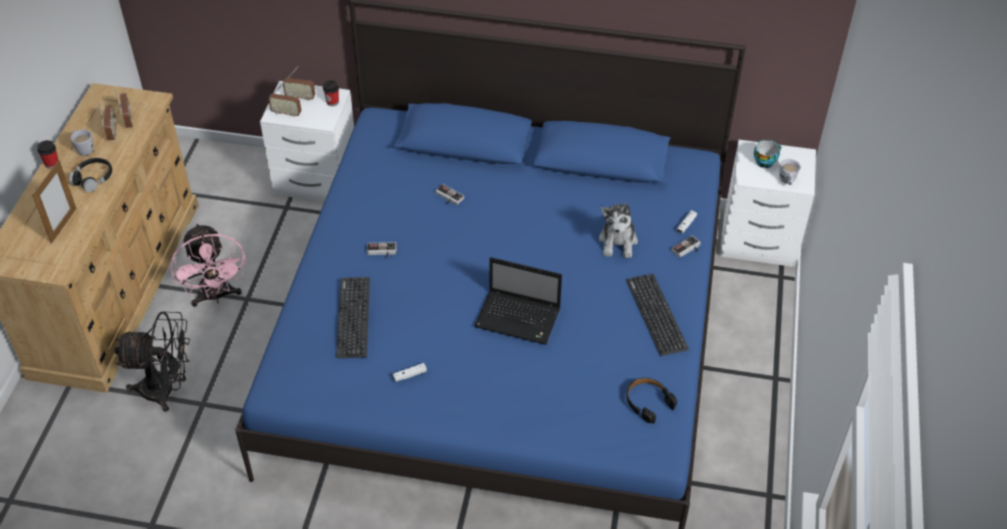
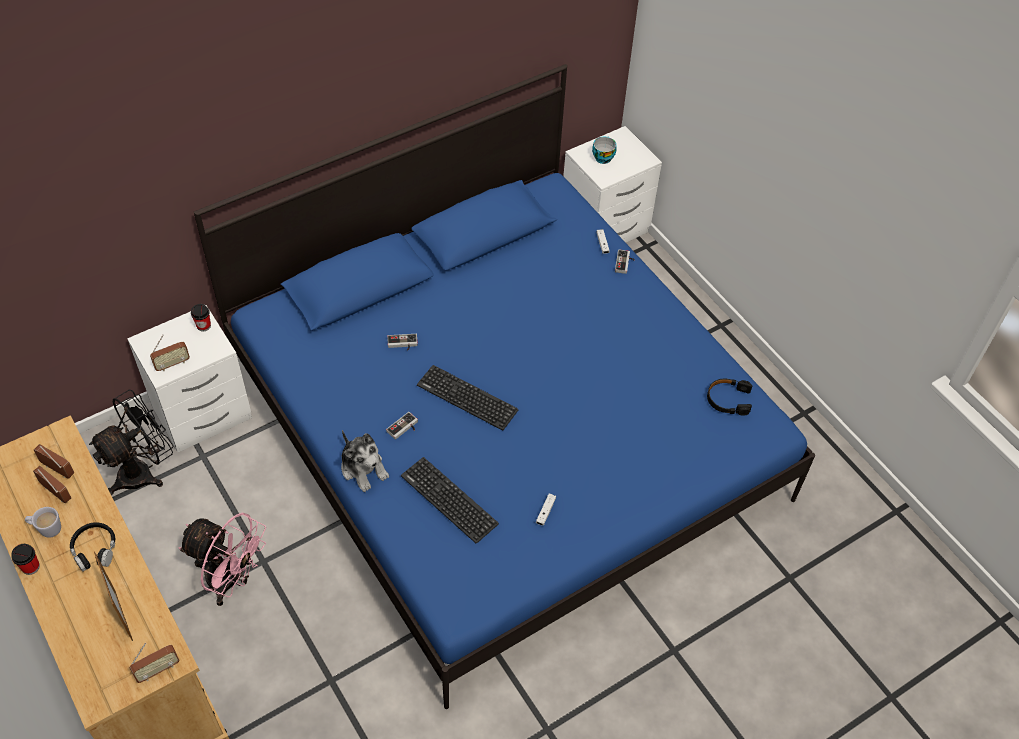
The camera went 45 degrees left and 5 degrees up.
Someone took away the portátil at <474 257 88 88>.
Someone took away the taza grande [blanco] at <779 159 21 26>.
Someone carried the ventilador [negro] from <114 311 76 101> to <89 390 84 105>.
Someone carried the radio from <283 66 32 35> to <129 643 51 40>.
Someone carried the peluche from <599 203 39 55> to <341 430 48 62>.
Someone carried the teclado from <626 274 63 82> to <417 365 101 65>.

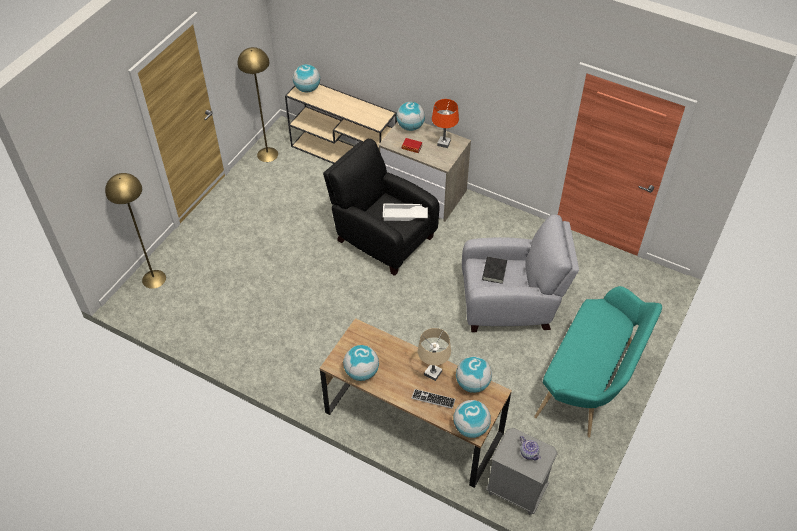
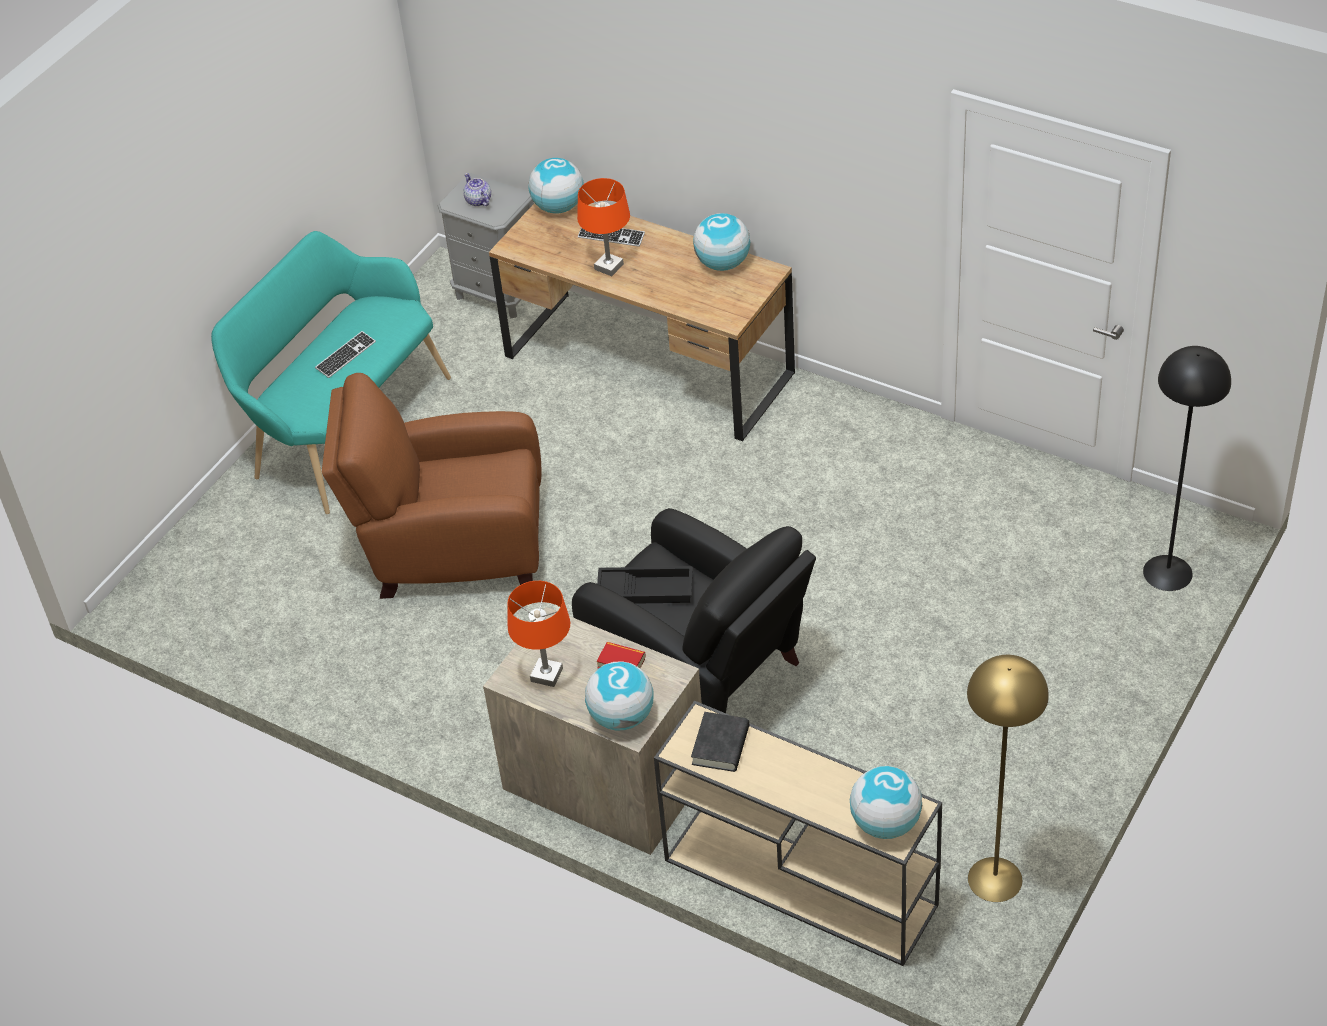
The camera went 175 degrees left and 5 degrees down.
Someone took away the globo terráqueo at <456 356 36 37>.
Someone put down the teclado at <315 331 61 47>.
Someone carried the libro [negro] from <482 257 25 27> to <691 712 58 60>.
Someone repainted the lámpara de pie [amarillo] at <105 173 61 116>, which became the lámpara de pie [negro] at <1143 346 88 245>.
Someone repainted the bandeja [blanco] at <383 203 45 18>, which became the bandeja [negro] at <597 566 96 38>.
Someone repainted the lámpara de mesa [beis] at <418 328 33 53>, which became the lámpara de mesa [naranja] at <577 178 53 98>.
Someone repainted the sillón [gris] at <462 214 117 118>, which became the sillón [marrón] at <322 373 220 226>.

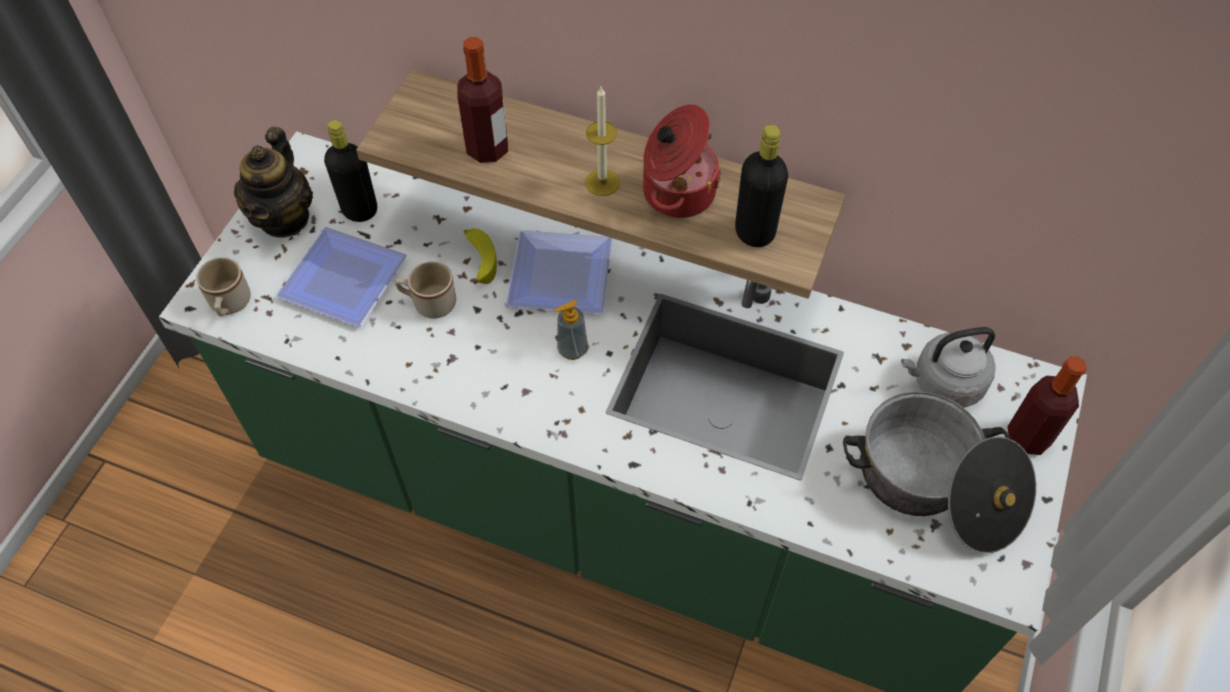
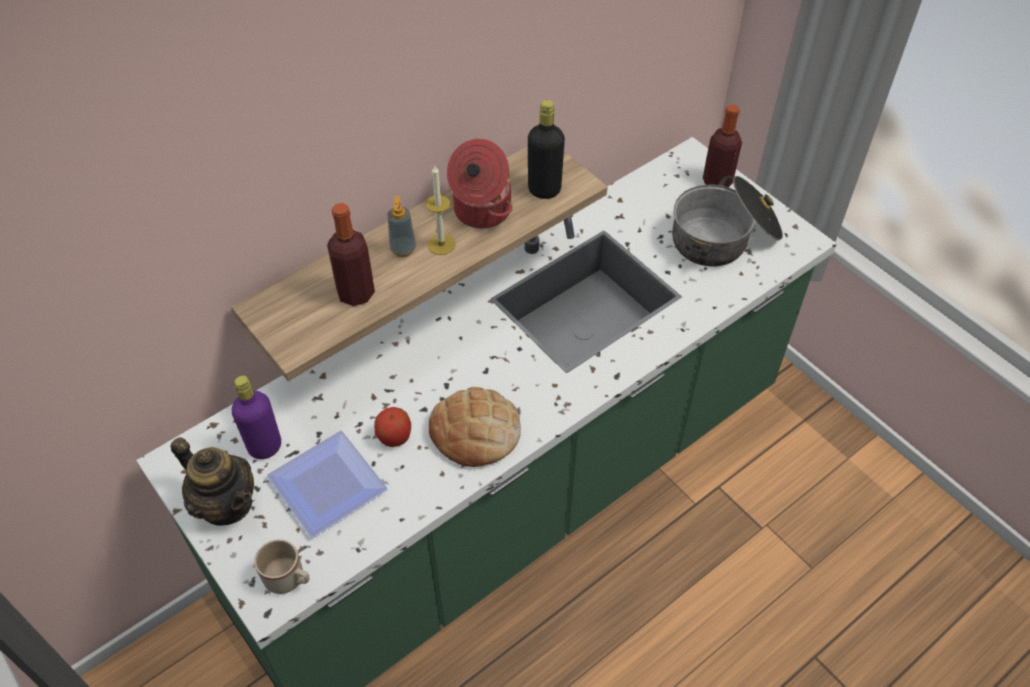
The camera went 60 degrees left and 5 degrees down.
Someone took away the plátano at <464 228 33 57>.
Someone took away the plato at <506 230 106 84>.
Someone took away the hervidor [gris] at <901 327 95 81>.
Someone put down the pan at <429 387 92 80>.
Someone carried the dispensador de jabón from <555 300 33 60> to <387 195 29 62>.
Someone swapped the taza grande [beis] at <395 261 61 57> for the manzana at <374 407 37 40>.
Someone repainted the botella [negro] at <324 120 53 102>, which became the botella [morado] at <232 375 49 84>.

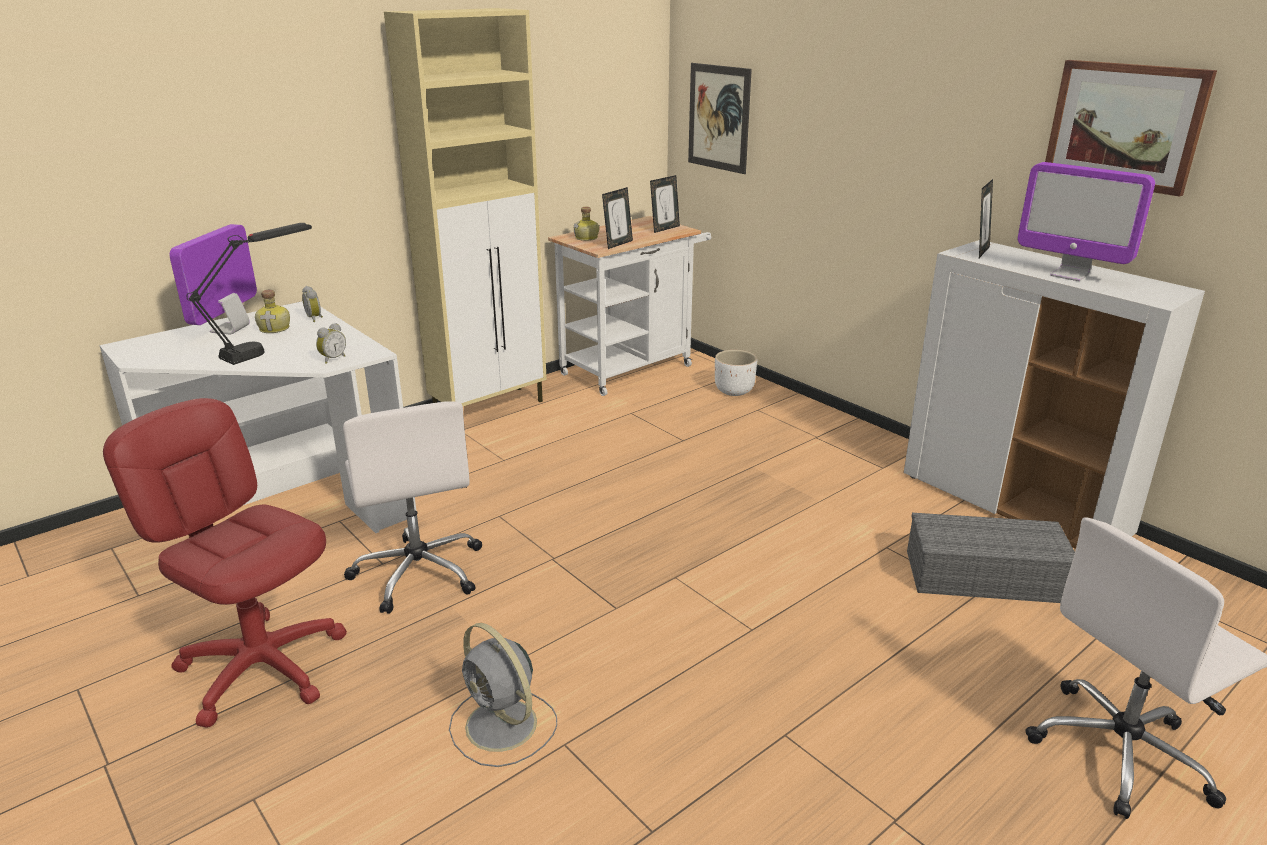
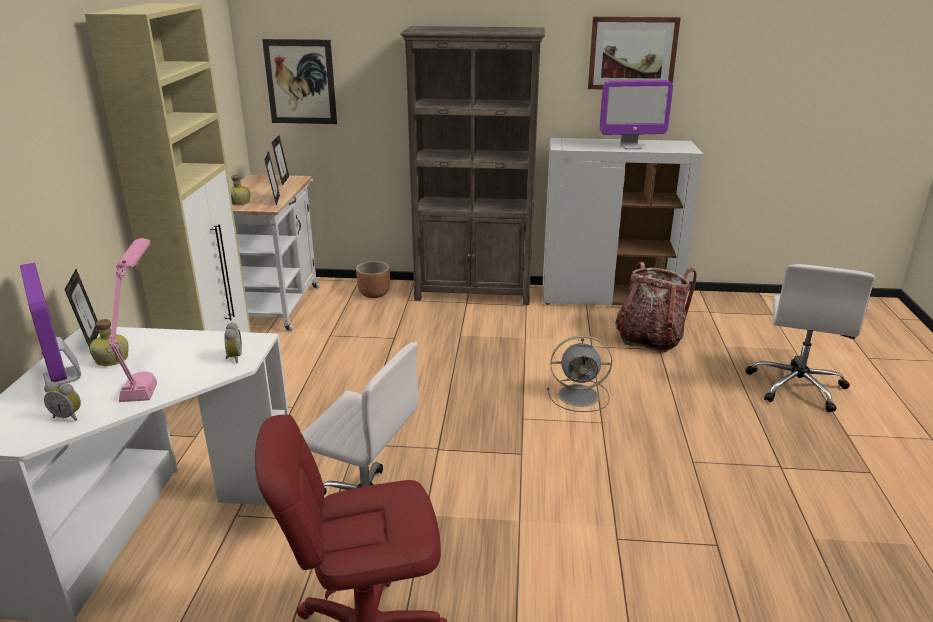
The camera went 45 degrees left and 0 degrees up.
Someone put down the estantería [marrón] at <400 26 145 279>.
Someone carried the despertador from <302 286 21 36> to <44 381 37 40>.
Someone carried the ventilador [gris] from <449 623 108 144> to <547 335 65 77>.
Someone carried the portarretratos from <979 179 14 79> to <64 269 35 78>.
Someone swapped the caja de almacenaje [gris] at <907 513 168 90> for the mochila at <615 262 82 90>.
Someone repainted the lámpara de mesa [negro] at <187 223 125 142>, which became the lámpara de mesa [rosa] at <108 238 49 164>.
Someone repainted the maceta [blanco] at <715 350 42 46>, which became the maceta [marrón] at <356 261 34 37>.

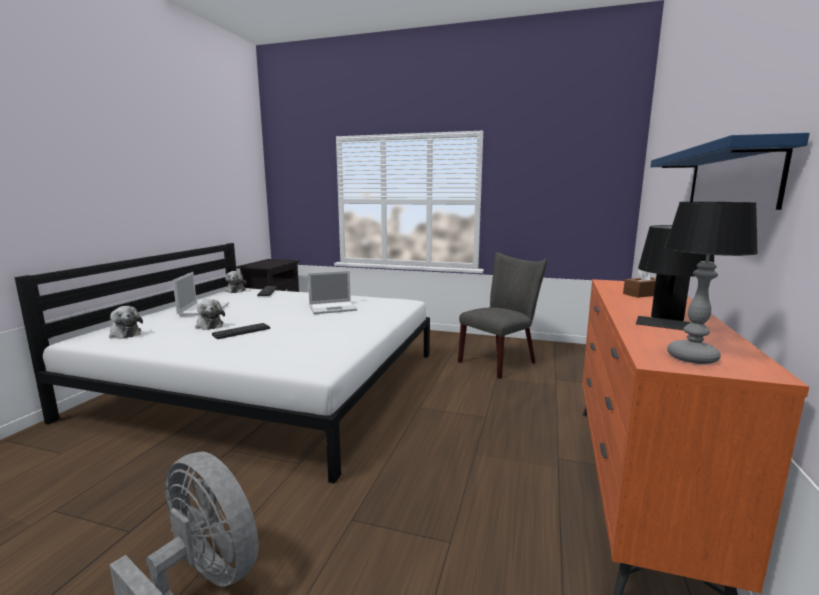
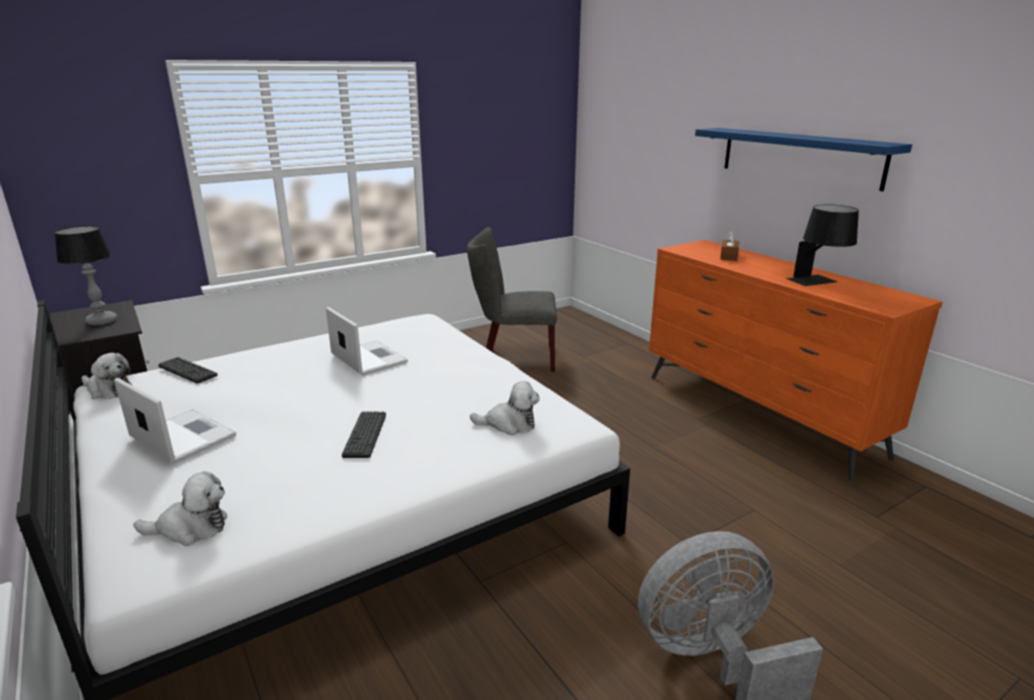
The camera went 50 degrees left and 10 degrees up.
Someone carried the peluche from <195 299 30 31> to <470 381 70 54>.
Someone carried the lámpara de mesa from <665 202 93 162> to <55 226 62 100>.
Someone rotated the portátil at <308 271 49 43> by 60 degrees counterclockwise.
Someone rotated the silla [gris] at <458 252 89 127> by 90 degrees counterclockwise.

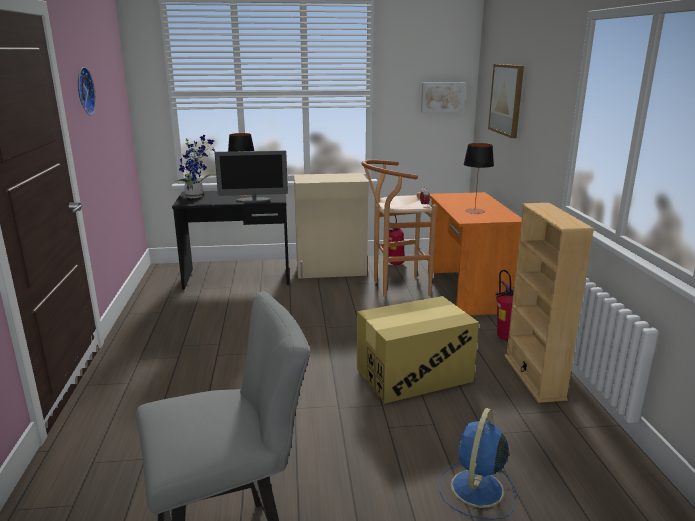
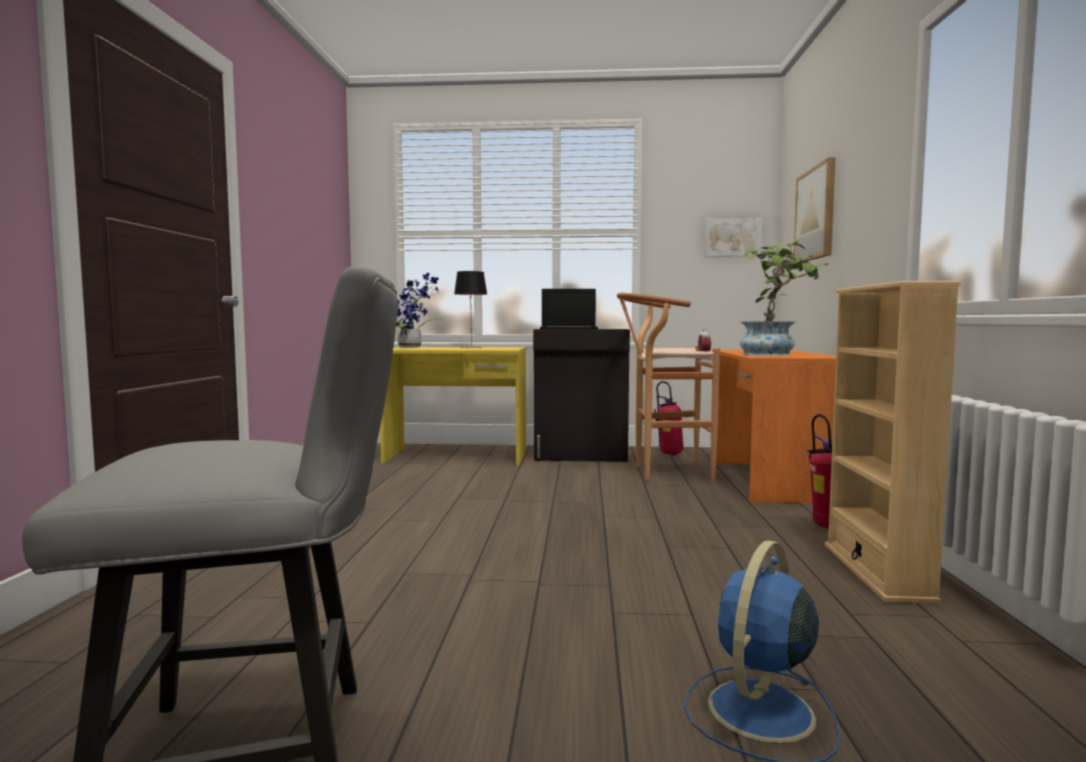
The camera went 10 degrees right and 15 degrees down.
Someone took away the reloj de pared at <78 67 18 48>.
Someone took away the monitor at <215 150 73 53>.
Someone took away the caja de cartón at <357 296 122 108>.
Someone put down the portátil at <540 289 58 40>.
Someone swapped the lámpara de mesa at <464 143 30 71> for the planta en maceta at <740 241 88 115>.
Someone repainted the escritorio [negro] at <172 191 117 99>, which became the escritorio [amarillo] at <380 347 146 118>.
Someone repainted the armario [beis] at <294 173 75 105>, which became the armario [negro] at <533 329 97 133>.

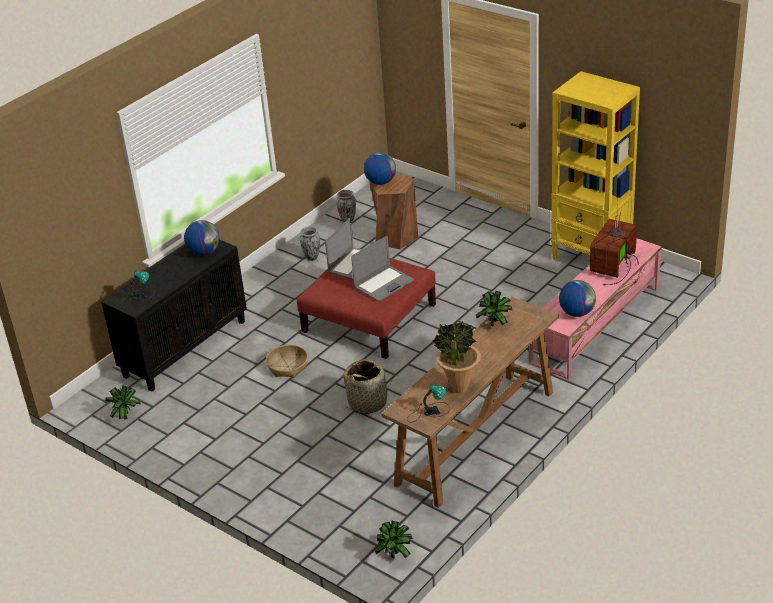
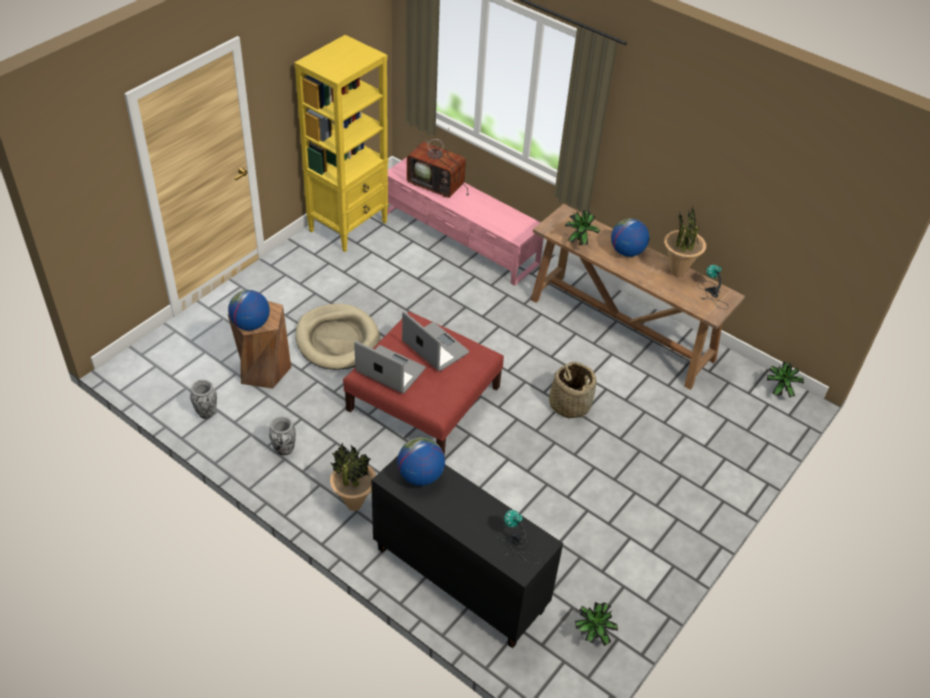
The camera went 95 degrees left and 10 degrees up.
Someone took away the cesta at <266 345 42 33>.
Someone put down the cama para perro [beis] at <295 304 85 66>.
Someone put down the planta en maceta at <330 443 46 68>.
Someone carried the globo terráqueo from <559 280 37 37> to <611 218 39 39>.

